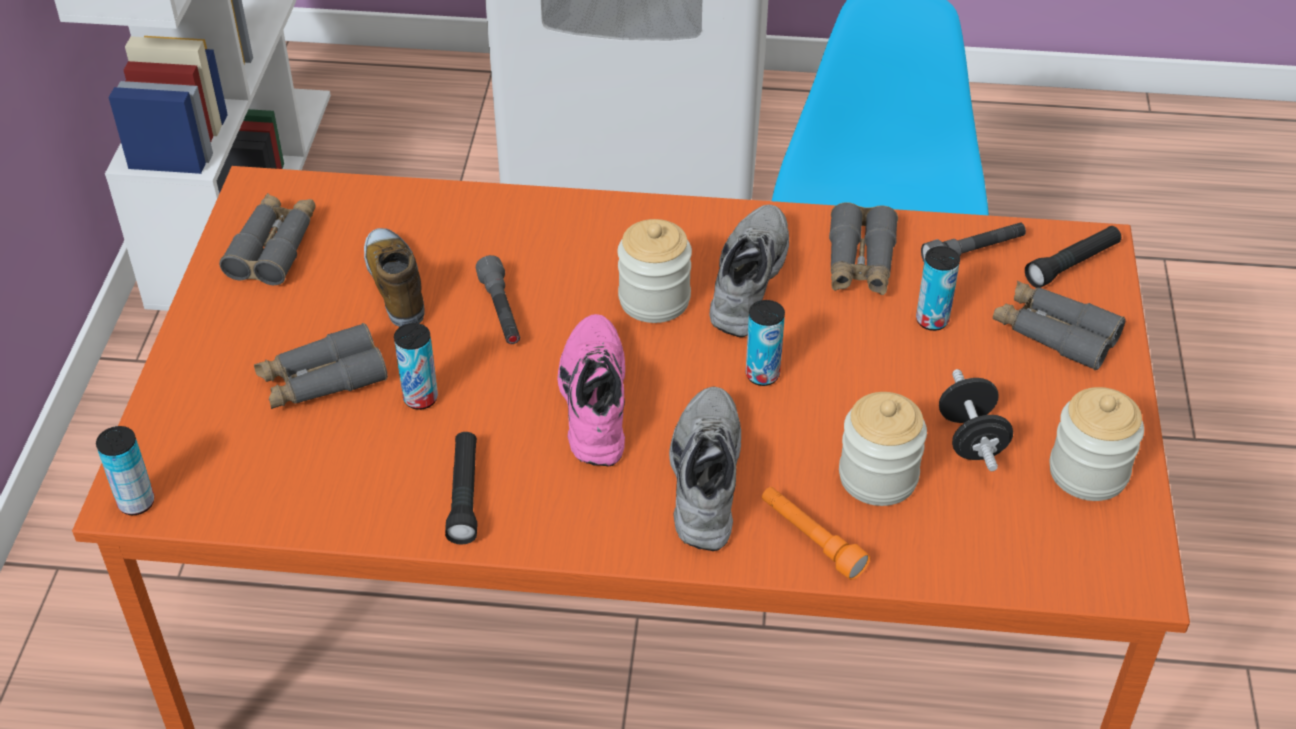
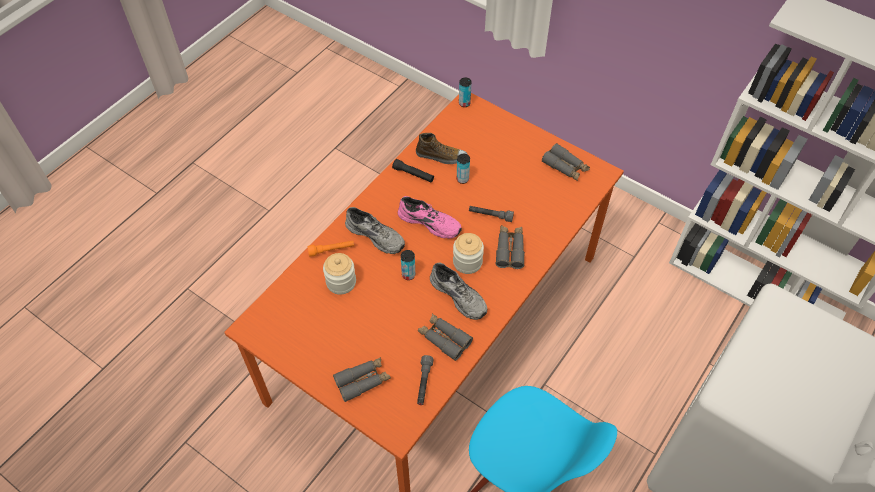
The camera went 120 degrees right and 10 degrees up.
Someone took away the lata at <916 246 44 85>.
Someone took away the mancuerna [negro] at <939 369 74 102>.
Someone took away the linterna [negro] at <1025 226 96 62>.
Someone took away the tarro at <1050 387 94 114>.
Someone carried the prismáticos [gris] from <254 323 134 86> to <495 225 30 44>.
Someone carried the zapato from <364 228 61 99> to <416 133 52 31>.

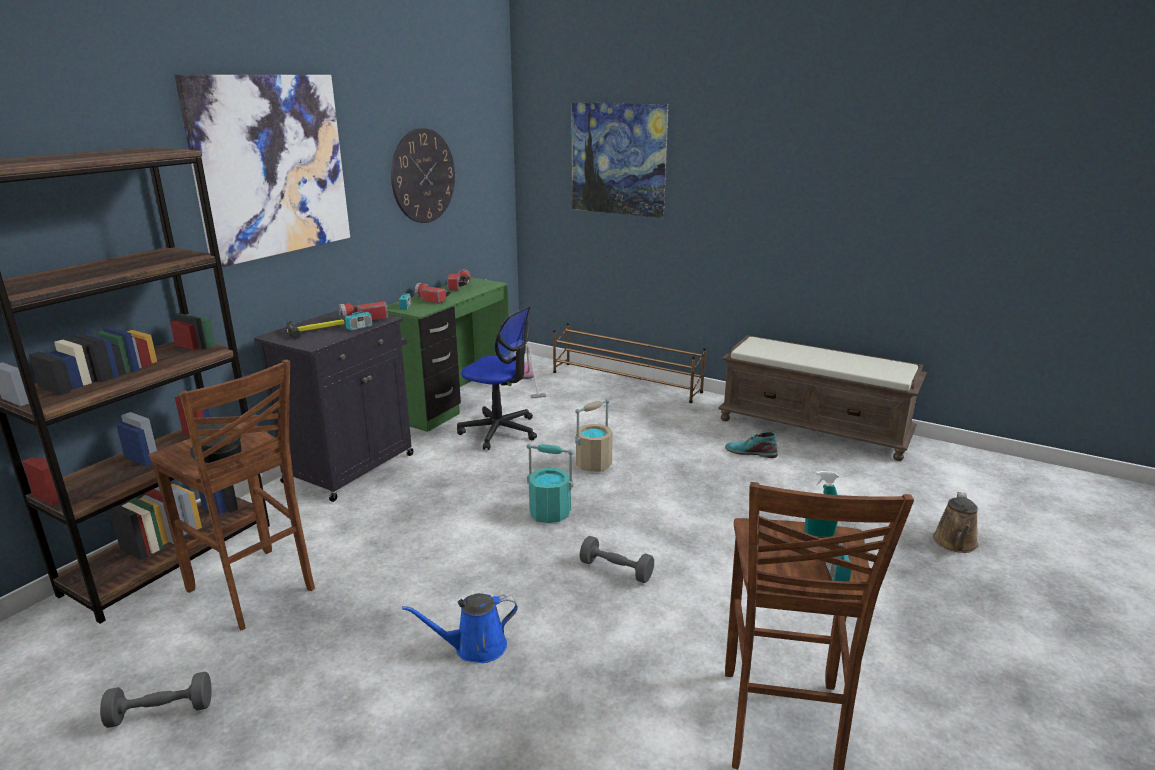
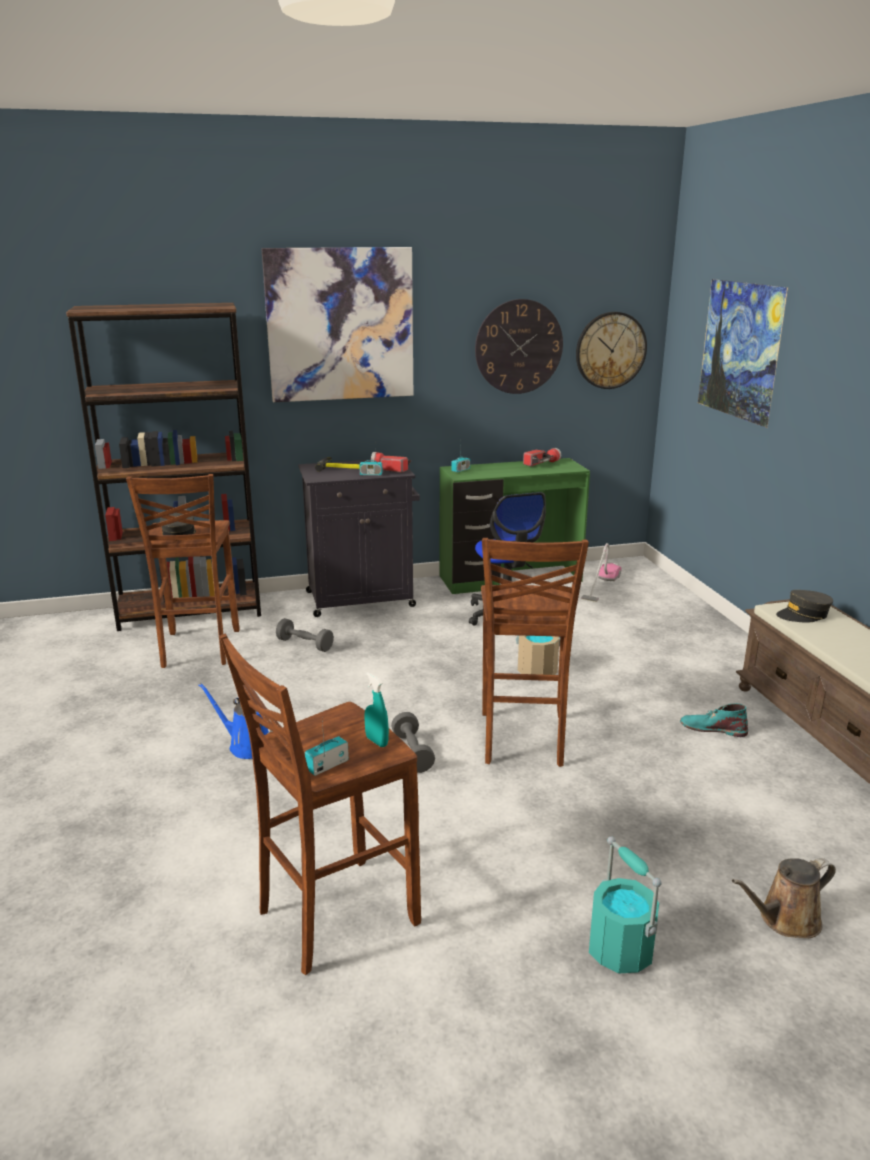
The camera went 45 degrees right and 0 degrees up.
Someone took away the linterna at <415 283 36 20>.
Someone took away the zapatero [marrón] at <553 323 153 80>.
Someone put down the taburete [marrón] at <481 538 108 229>.
Someone put up the reloj de pared at <576 312 71 77>.
Someone put down the gorra [gris] at <776 590 57 33>.
Someone carried the mancuerna [gris] from <100 671 112 57> to <276 618 58 34>.
Someone carried the cubo [turquesa] from <526 444 48 79> to <589 836 73 137>.
Someone rotated the bota [turquesa] at <725 432 53 26> by 45 degrees counterclockwise.

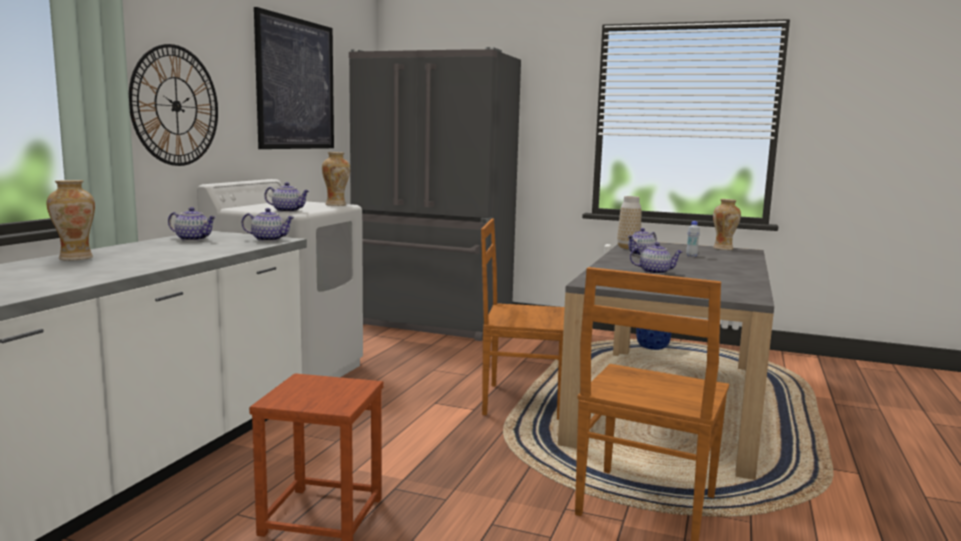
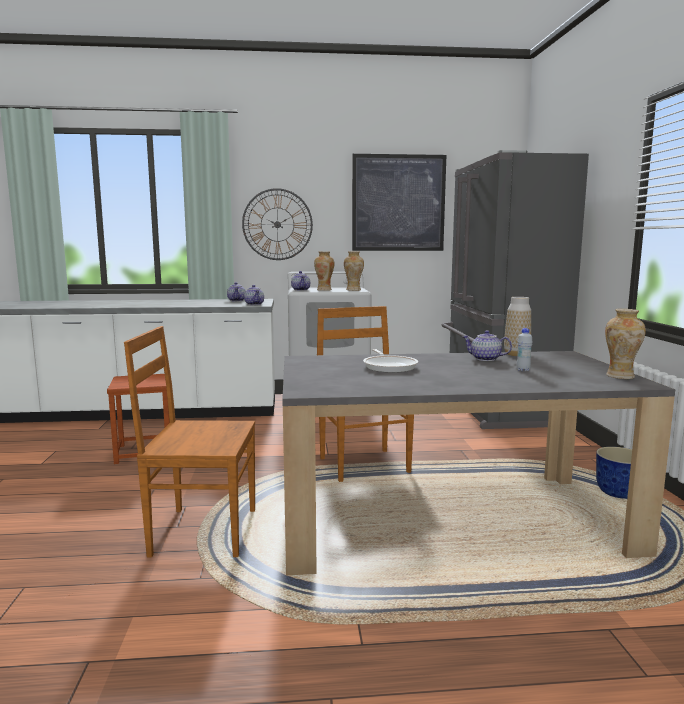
The camera went 65 degrees right and 0 degrees up.
Someone carried the florero from <47 180 48 81> to <314 252 20 39>.
Someone swapped the tetera at <630 242 53 32> for the sartén at <363 349 55 24>.

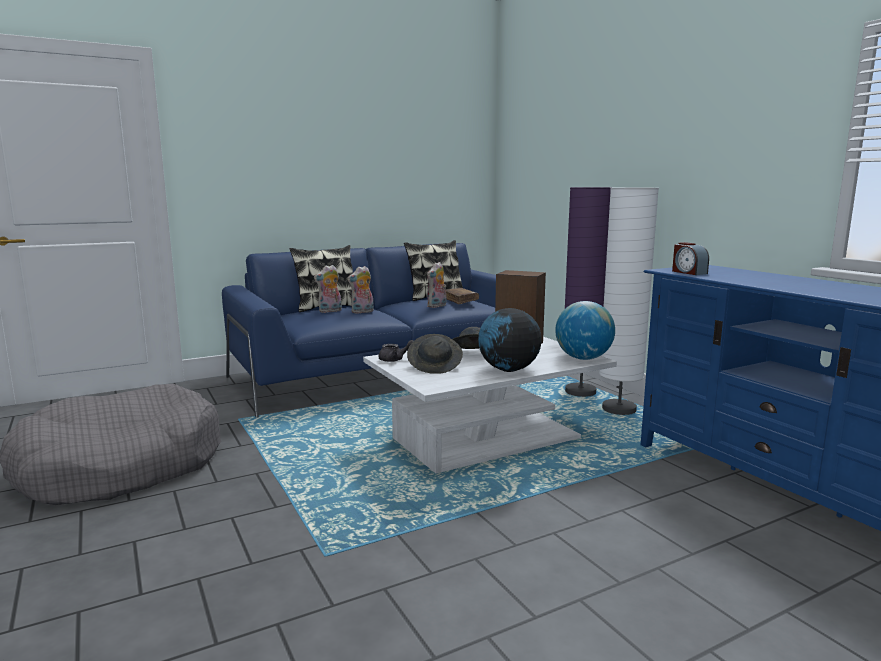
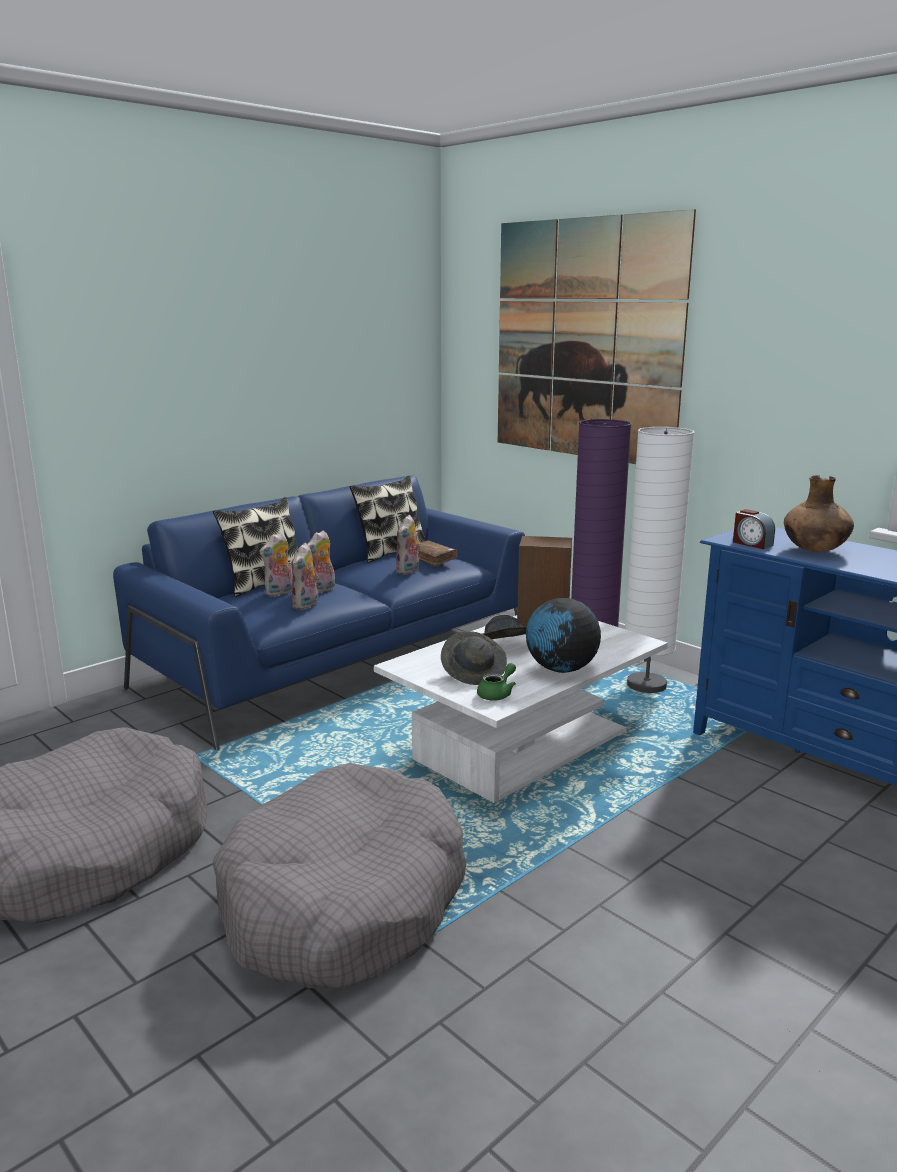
The camera went 15 degrees left and 5 degrees up.
Someone took away the tetera [gris] at <378 340 36 22>.
Someone took away the globo terráqueo at <555 301 60 59>.
Someone put down the cama para perro [gris] at <213 763 254 225>.
Someone put down the peluche at <292 543 27 67>.
Someone put down the tetera [verde] at <477 663 39 38>.
Someone put up the cuadro at <498 209 198 255>.
Someone put down the florero [marrón] at <784 475 70 77>.

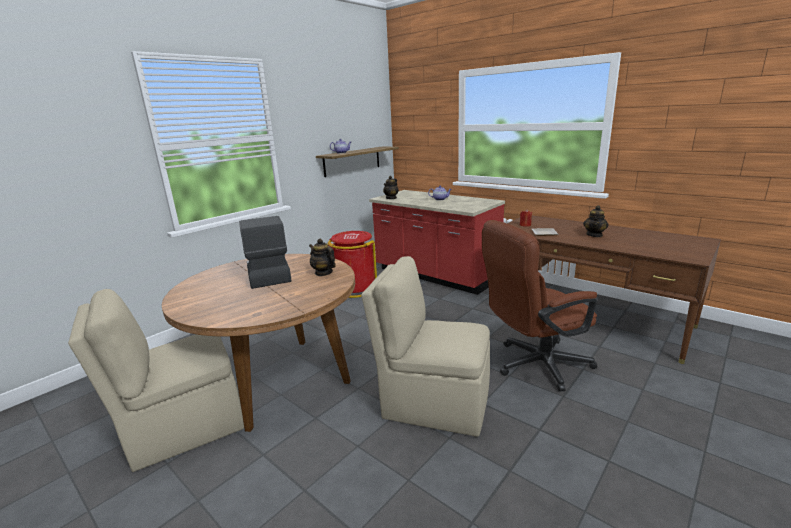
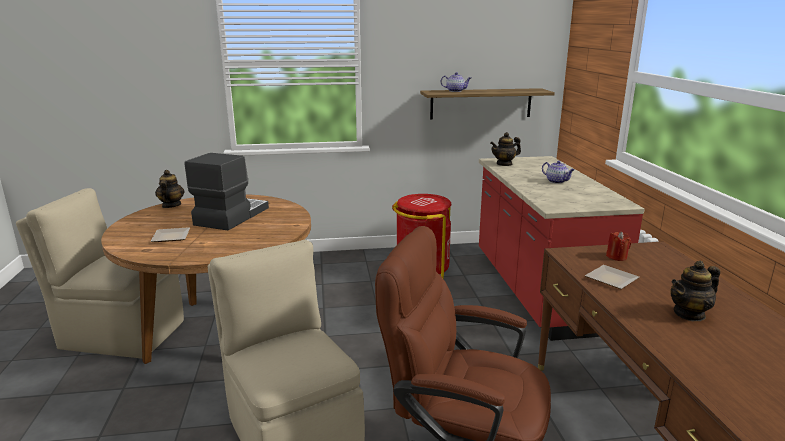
The camera went 40 degrees right and 0 degrees up.
Someone put down the plato at <150 227 40 15>.
Someone carried the tetera from <309 239 27 37> to <155 170 29 38>.

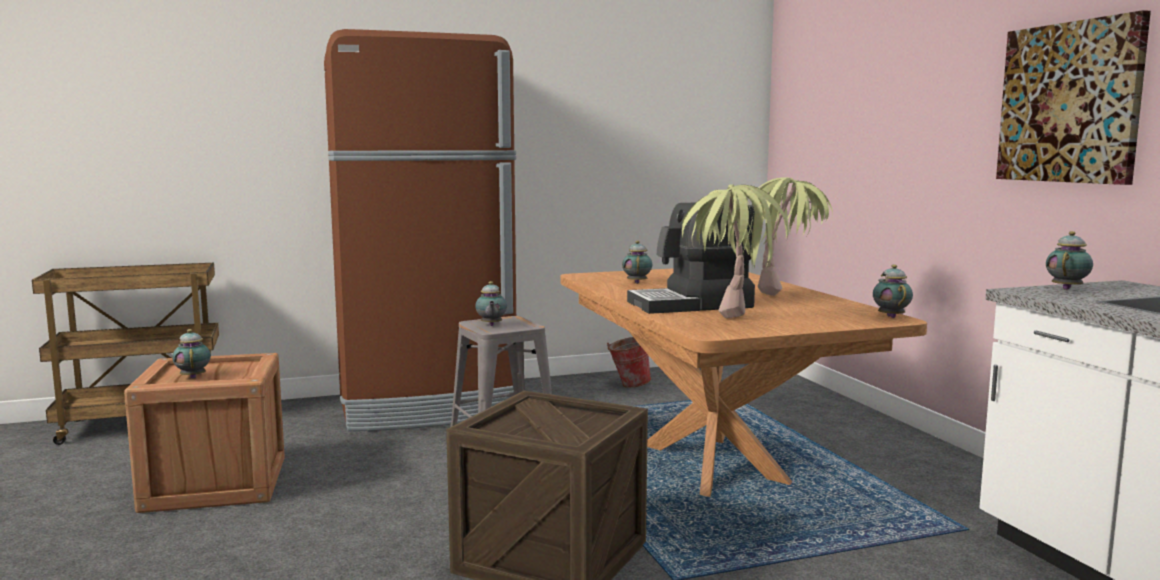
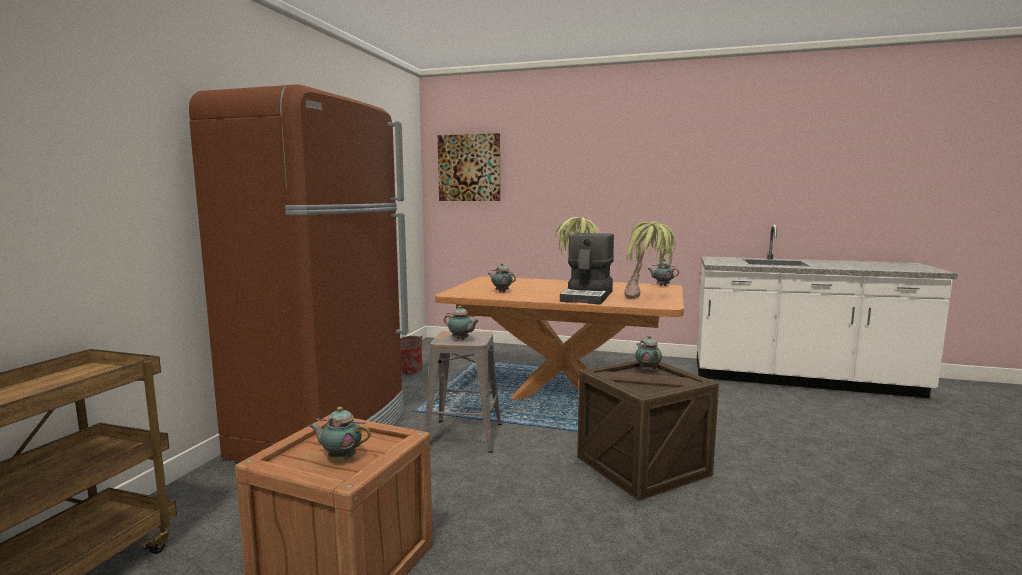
The camera went 55 degrees left and 0 degrees up.
Someone carried the cuadro from <996 10 155 175> to <438 133 62 68>.
Someone carried the tetera from <1046 231 47 59> to <635 335 27 37>.

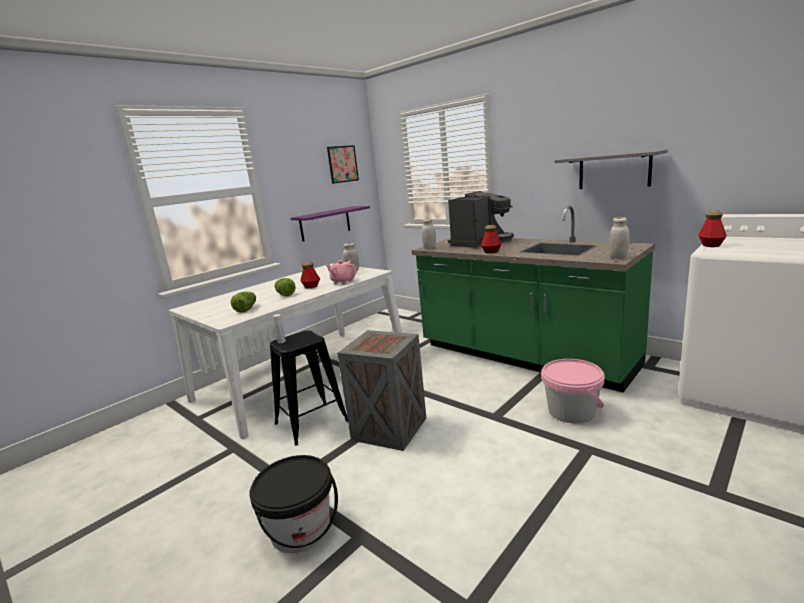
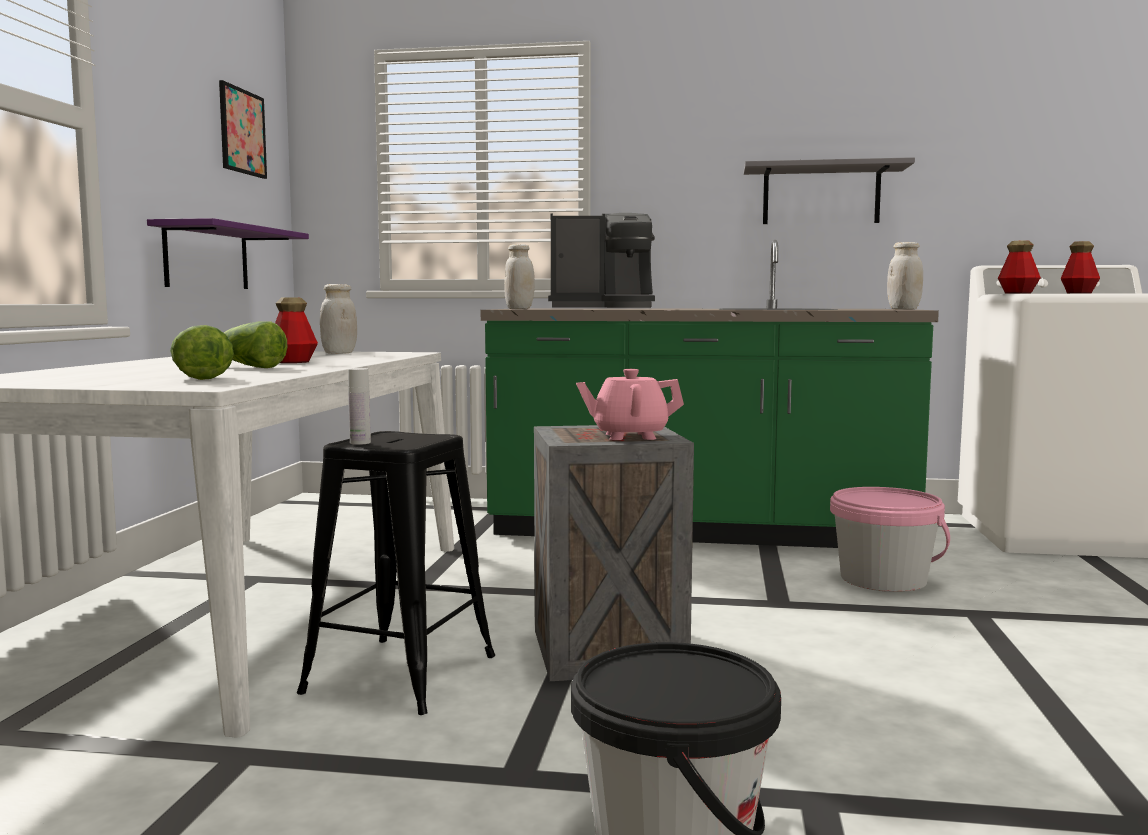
The camera went 35 degrees left and 10 degrees down.
Someone carried the tetera [rosa] from <326 260 31 24> to <576 369 108 71>.
Someone carried the botella from <481 225 20 28> to <1061 241 39 53>.
Someone rotated the cafetera at <448 191 66 57> by 75 degrees clockwise.

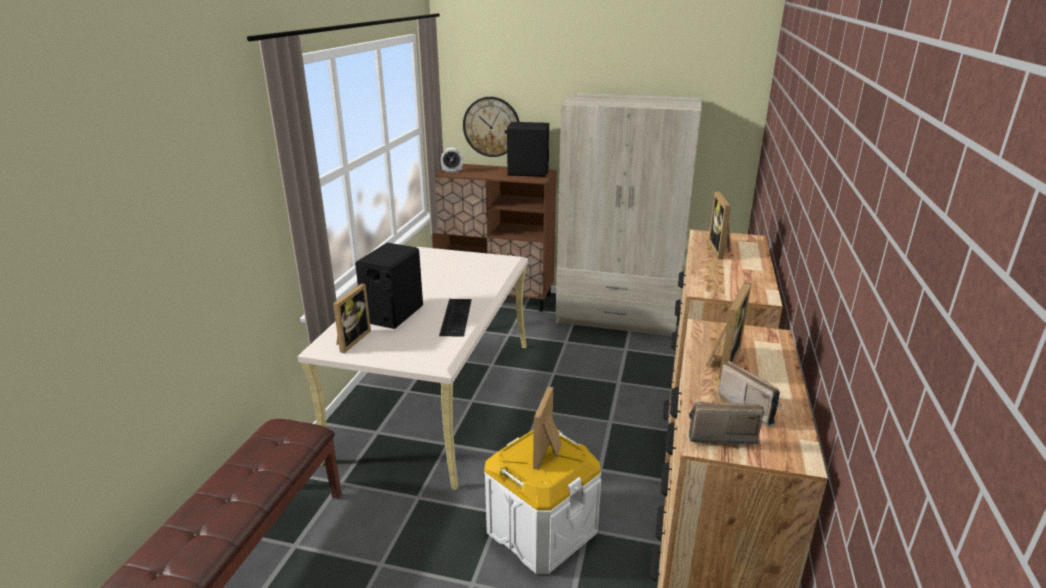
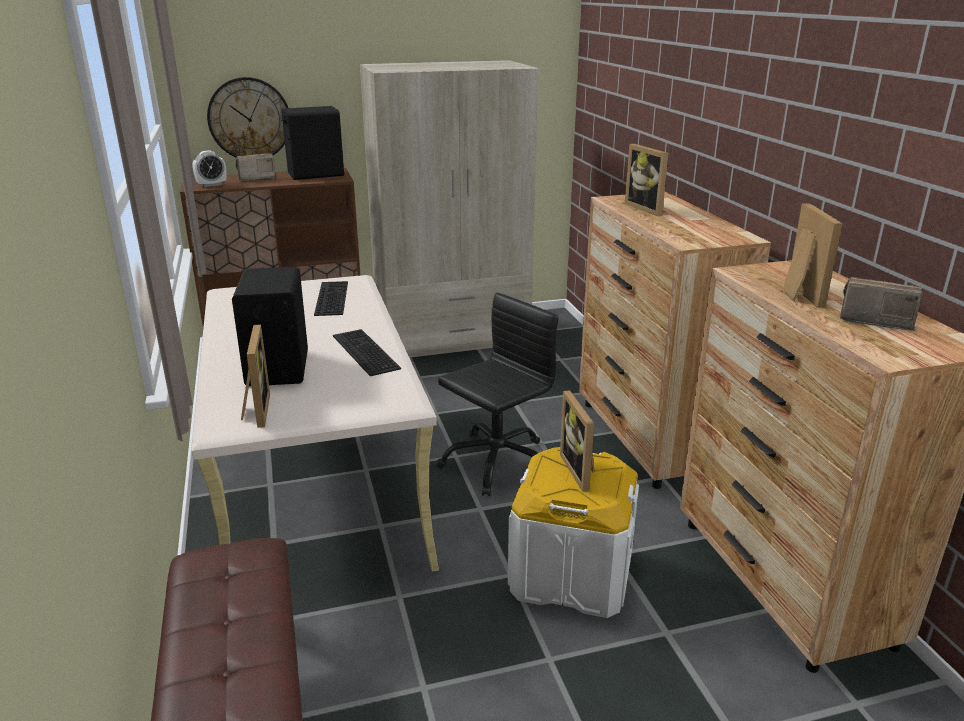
The camera went 30 degrees left and 0 degrees up.
Someone put down the teclado at <314 281 34 35>.
Someone put down the silla de oficina [negro] at <437 293 122 203>.
Someone carried the radio from <688 402 76 42> to <235 154 41 27>.

